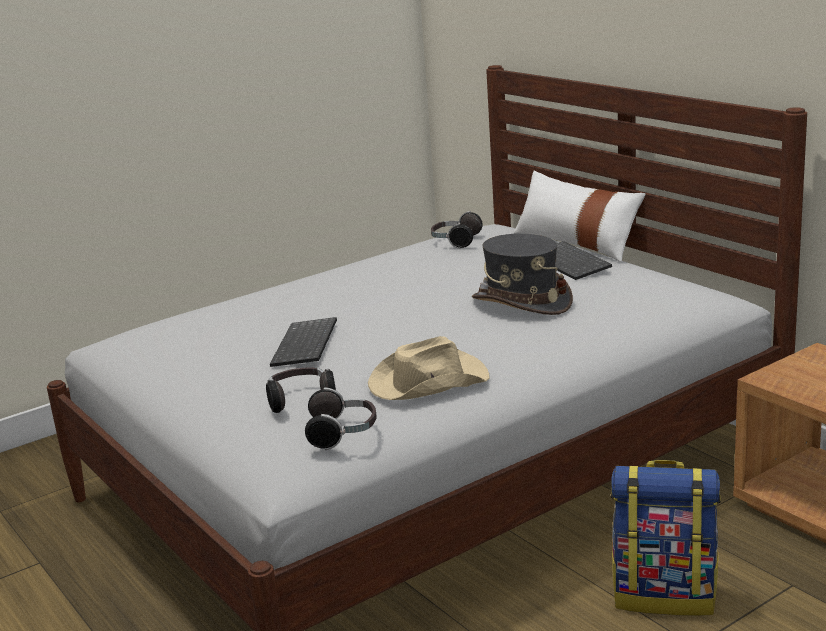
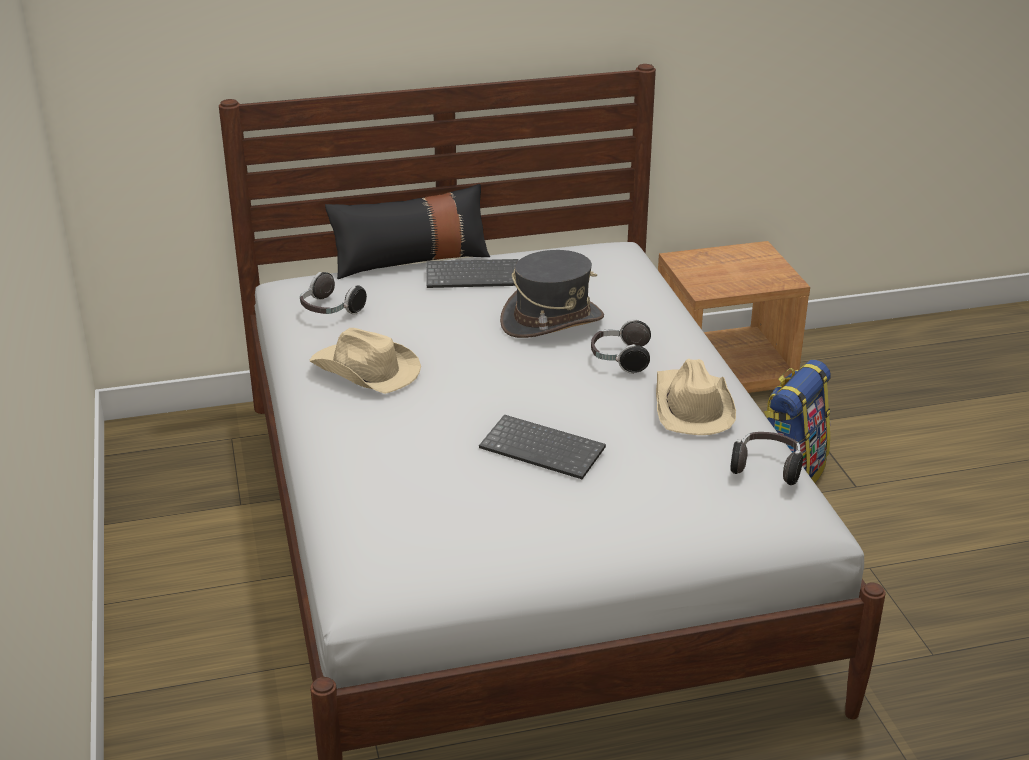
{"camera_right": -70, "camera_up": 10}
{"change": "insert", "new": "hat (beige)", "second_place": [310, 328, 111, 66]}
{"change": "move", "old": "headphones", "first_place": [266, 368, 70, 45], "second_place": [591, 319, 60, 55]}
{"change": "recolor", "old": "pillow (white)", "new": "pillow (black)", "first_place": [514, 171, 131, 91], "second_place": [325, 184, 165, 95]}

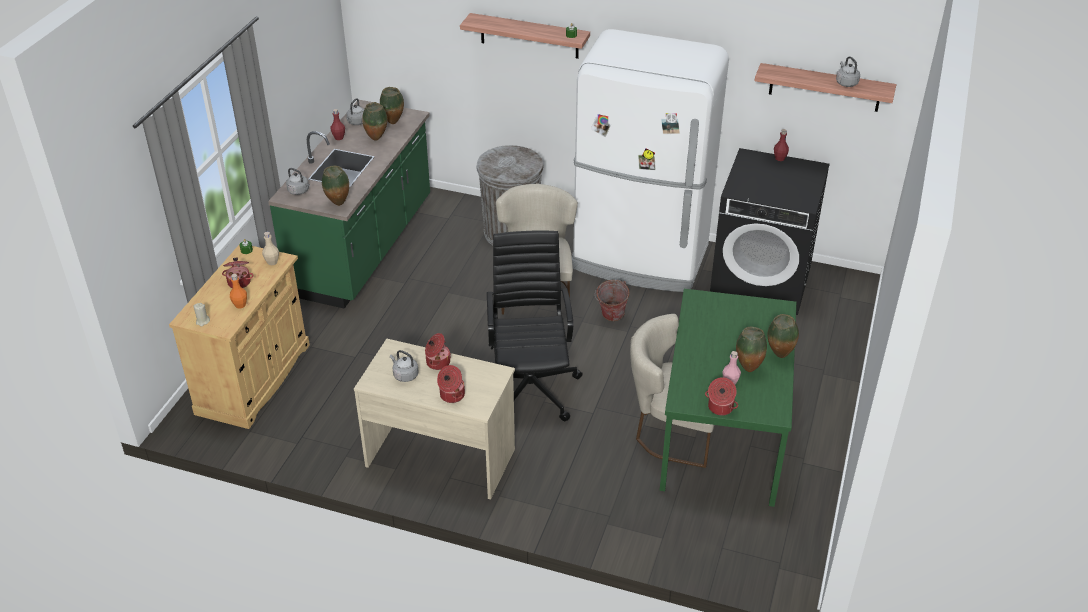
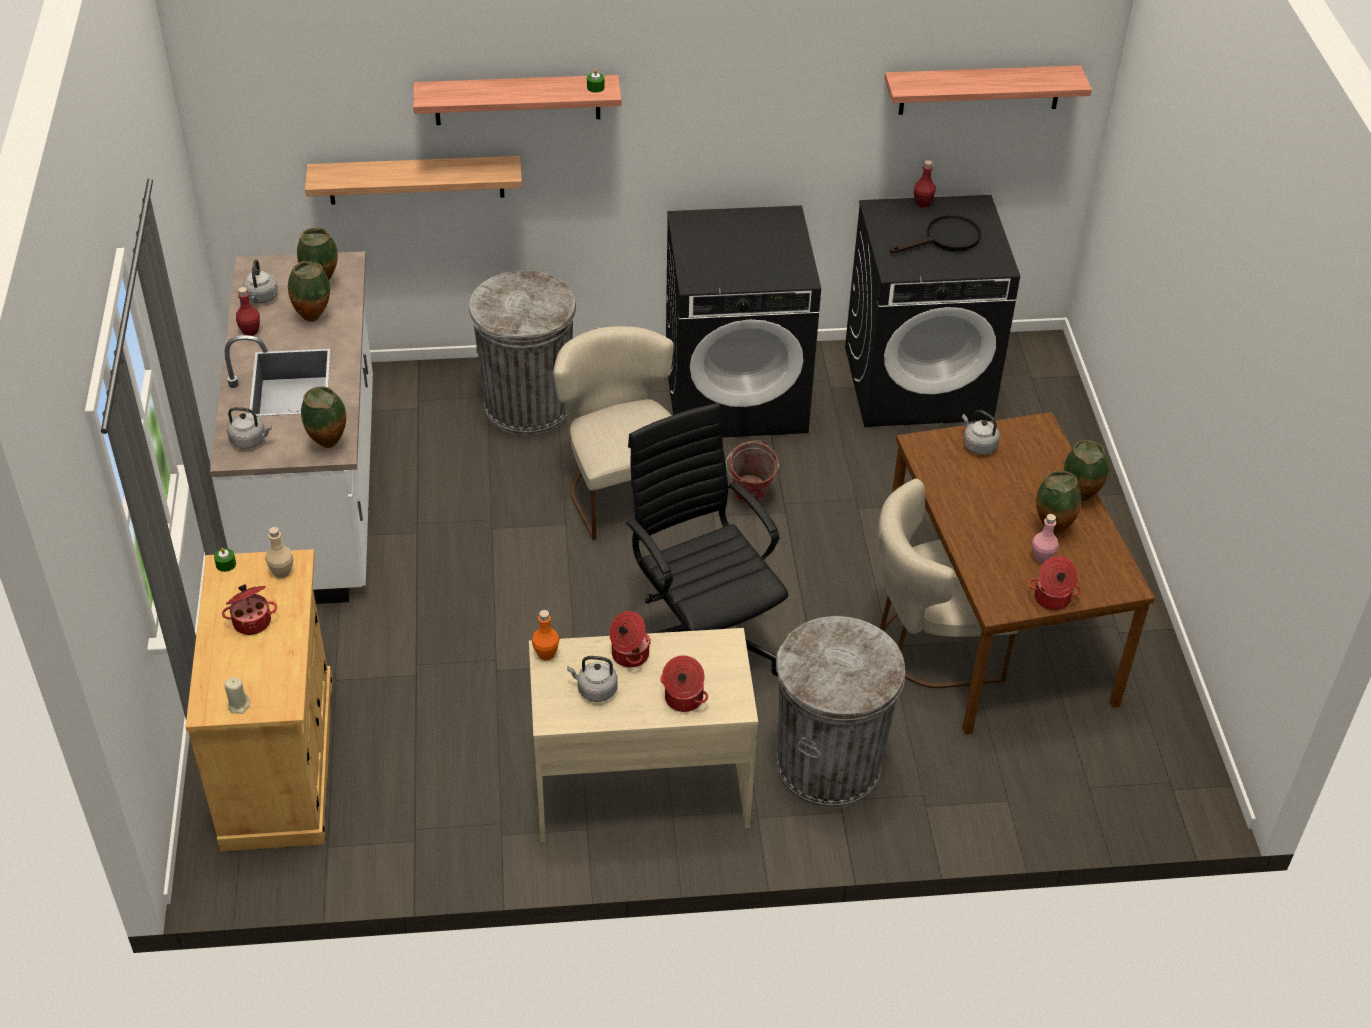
{"camera_right": -25, "camera_up": 5}
{"change": "insert", "new": "shelf", "second_place": [305, 156, 217, 49]}
{"change": "insert", "new": "trash can (grey)", "second_place": [776, 616, 129, 192]}
{"change": "insert", "new": "frying pan (black)", "second_place": [890, 215, 91, 38]}
{"change": "move", "old": "bottle (orange)", "first_place": [230, 274, 17, 35], "second_place": [532, 610, 28, 51]}
{"change": "move", "old": "kettle (grey)", "first_place": [836, 56, 24, 31], "second_place": [962, 410, 38, 45]}
{"change": "replace", "old": "fridge (white)", "new": "washing machine (black)", "first_place": [572, 29, 157, 263], "second_place": [666, 205, 155, 233]}
{"change": "recolor", "old": "counter (green)", "new": "counter (white)", "first_place": [268, 100, 162, 209], "second_place": [210, 251, 163, 353]}
{"change": "recolor", "old": "dining table (green)", "new": "dining table (brown)", "first_place": [660, 289, 136, 218], "second_place": [892, 412, 263, 323]}

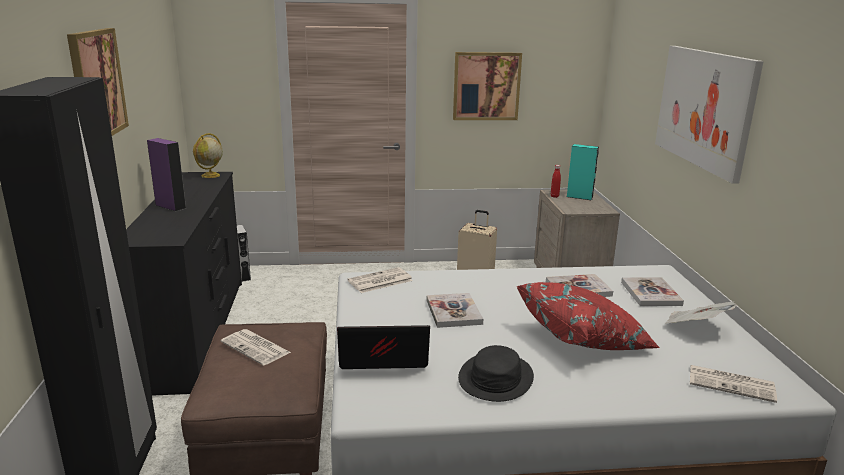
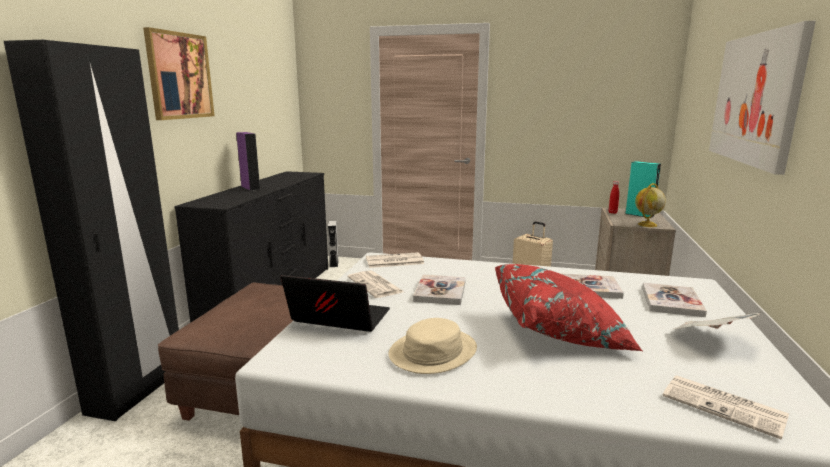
{"camera_right": 20, "camera_up": -5}
{"change": "delete", "old": "picture", "first_place": [453, 52, 69, 68]}
{"change": "move", "old": "globe", "first_place": [193, 133, 30, 45], "second_place": [635, 183, 31, 44]}
{"change": "move", "old": "newspaper", "first_place": [221, 329, 70, 37], "second_place": [348, 270, 56, 28]}
{"change": "recolor", "old": "hat (black)", "new": "hat (beige)", "first_place": [458, 345, 76, 57], "second_place": [388, 318, 89, 56]}

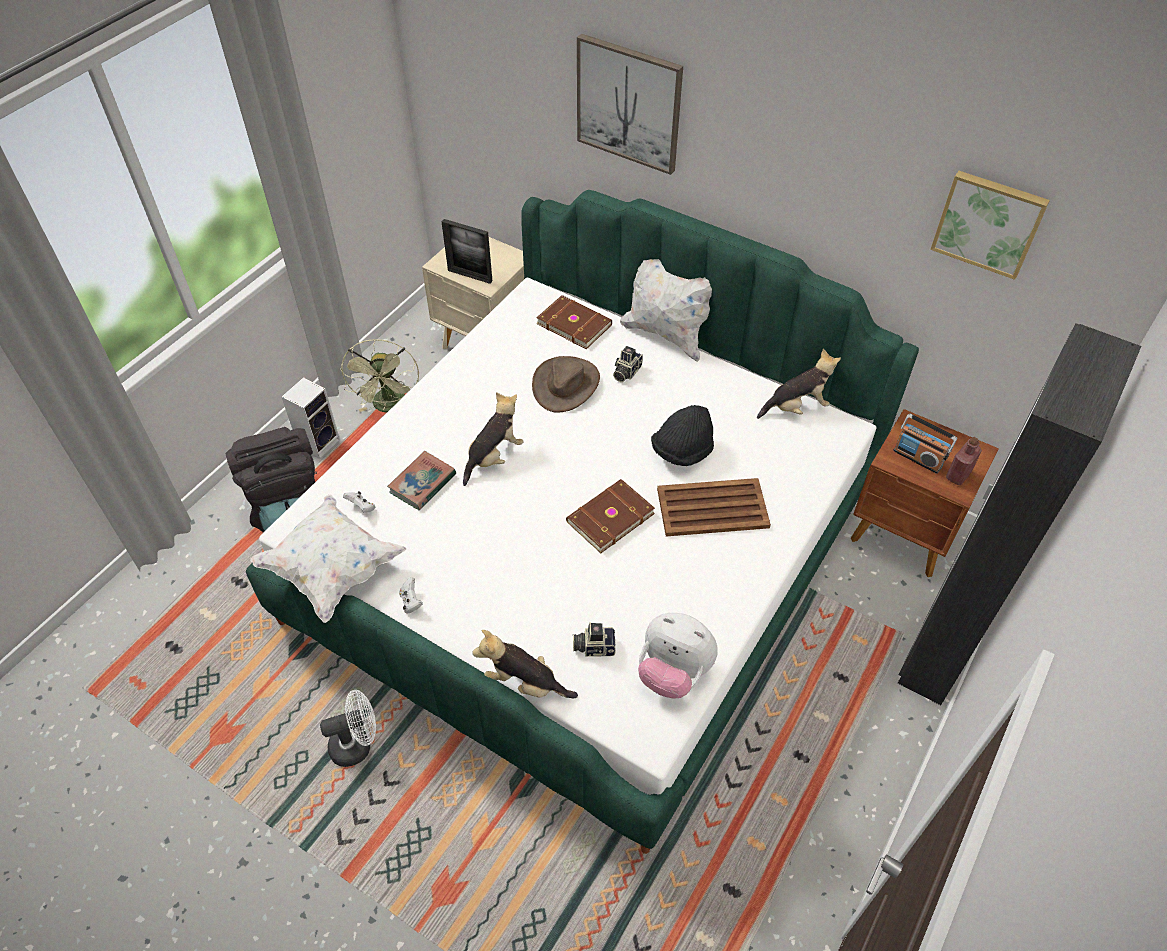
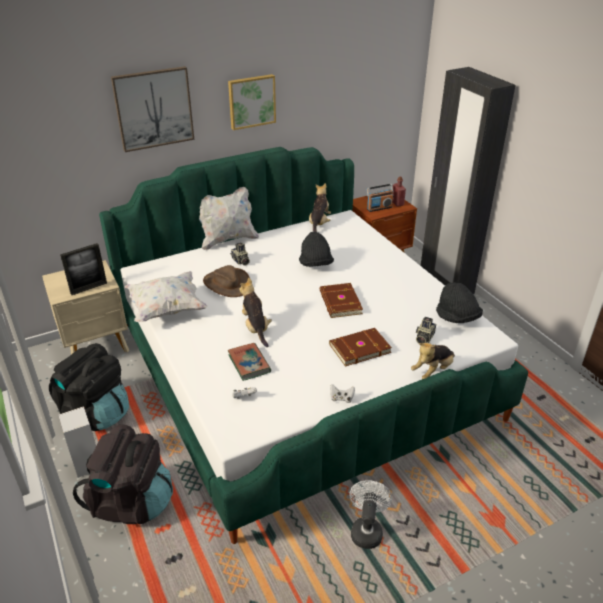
{"camera_right": -60, "camera_up": -15}
{"change": "delete", "old": "tray (brown)", "first_place": [657, 478, 114, 59]}
{"change": "move", "old": "pillow (white)", "first_place": [250, 494, 157, 129], "second_place": [124, 271, 84, 51]}
{"change": "move", "old": "book (brown)", "first_place": [536, 295, 76, 54], "second_place": [329, 328, 63, 39]}
{"change": "move", "old": "picture", "first_place": [930, 171, 120, 109], "second_place": [228, 74, 48, 56]}
{"change": "replace", "old": "fan (green)", "new": "backpack (black)", "first_place": [340, 339, 79, 73], "second_place": [49, 343, 80, 88]}
{"change": "replace", "old": "plush toy", "new": "hat (black)", "first_place": [638, 613, 80, 86], "second_place": [436, 282, 47, 41]}

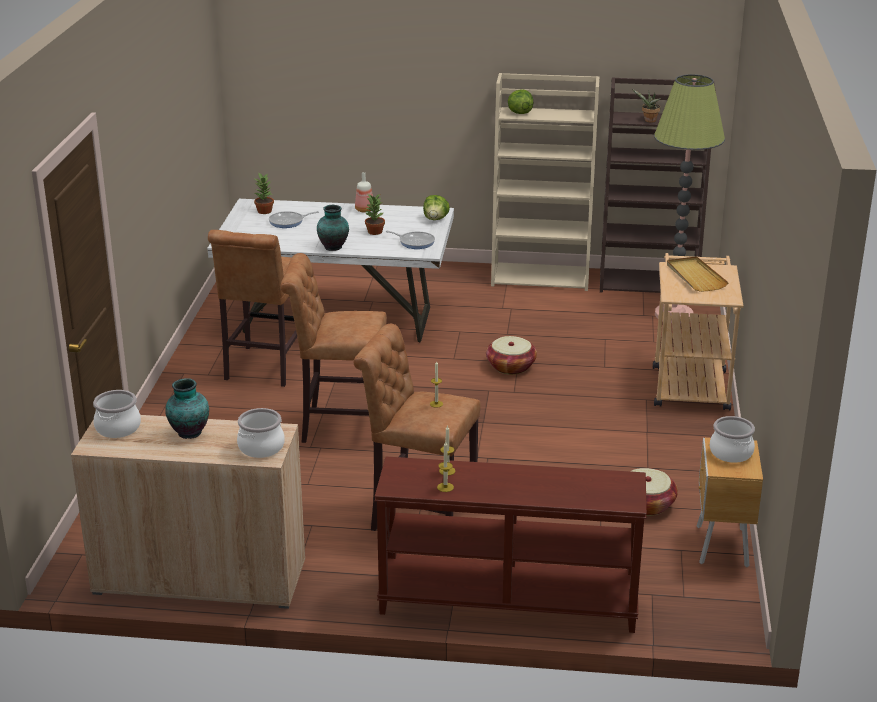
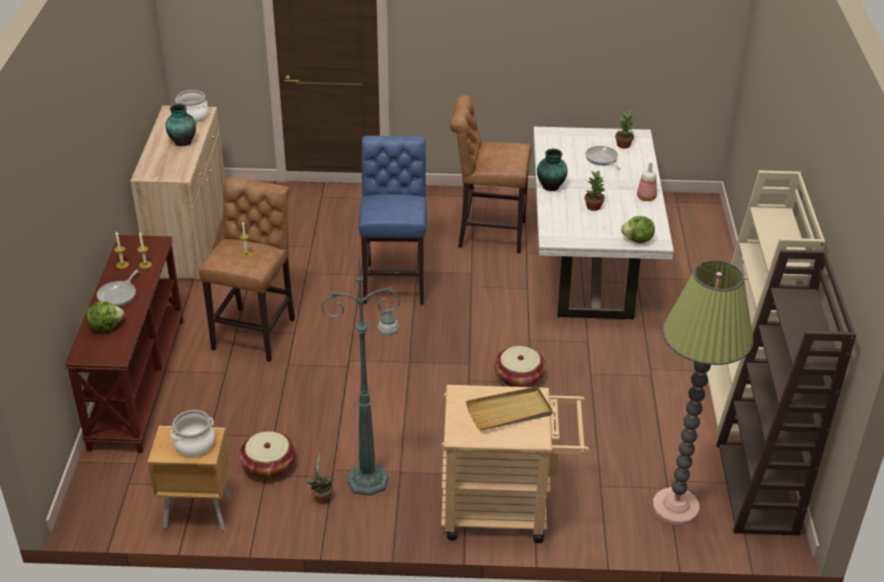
{"camera_right": 85, "camera_up": 10}
{"change": "delete", "old": "cooking pot", "first_place": [237, 408, 48, 50]}
{"change": "insert", "new": "floor lamp (green)", "second_place": [321, 258, 80, 238]}
{"change": "move", "old": "frying pan", "first_place": [385, 231, 50, 18], "second_place": [97, 270, 41, 37]}
{"change": "move", "old": "lettuce", "first_place": [508, 89, 25, 25], "second_place": [86, 301, 38, 31]}
{"change": "move", "old": "potted plant", "first_place": [632, 89, 29, 34], "second_place": [306, 453, 28, 50]}
{"change": "recolor", "old": "stool (brown)", "new": "stool (blue)", "first_place": [280, 253, 107, 190], "second_place": [359, 136, 68, 169]}

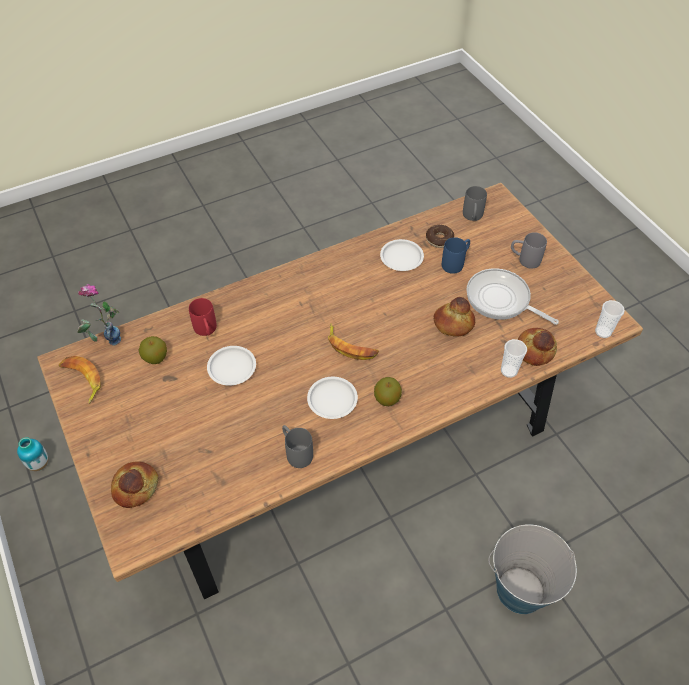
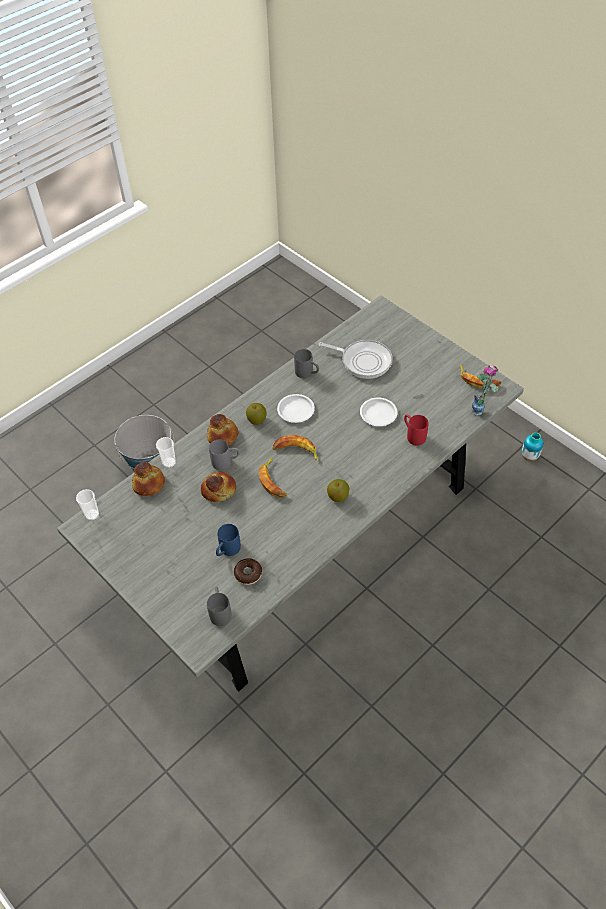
{"camera_right": 165, "camera_up": 0}
{"change": "delete", "old": "plate (white)", "first_place": [380, 239, 44, 32]}
{"change": "insert", "new": "banana", "second_place": [258, 457, 29, 41]}
{"change": "move", "old": "bread", "first_place": [111, 462, 47, 46], "second_place": [207, 414, 31, 32]}
{"change": "move", "old": "apple", "first_place": [138, 336, 29, 28], "second_place": [327, 479, 23, 23]}
{"change": "move", "old": "frying pan", "first_place": [466, 268, 93, 57], "second_place": [318, 340, 75, 39]}
{"change": "move", "old": "mug (grey)", "first_place": [511, 232, 36, 37], "second_place": [209, 439, 31, 31]}
{"change": "recolor", "old": "dining table (brown)", "new": "dining table (grey)", "first_place": [37, 183, 606, 417], "second_place": [57, 295, 467, 397]}

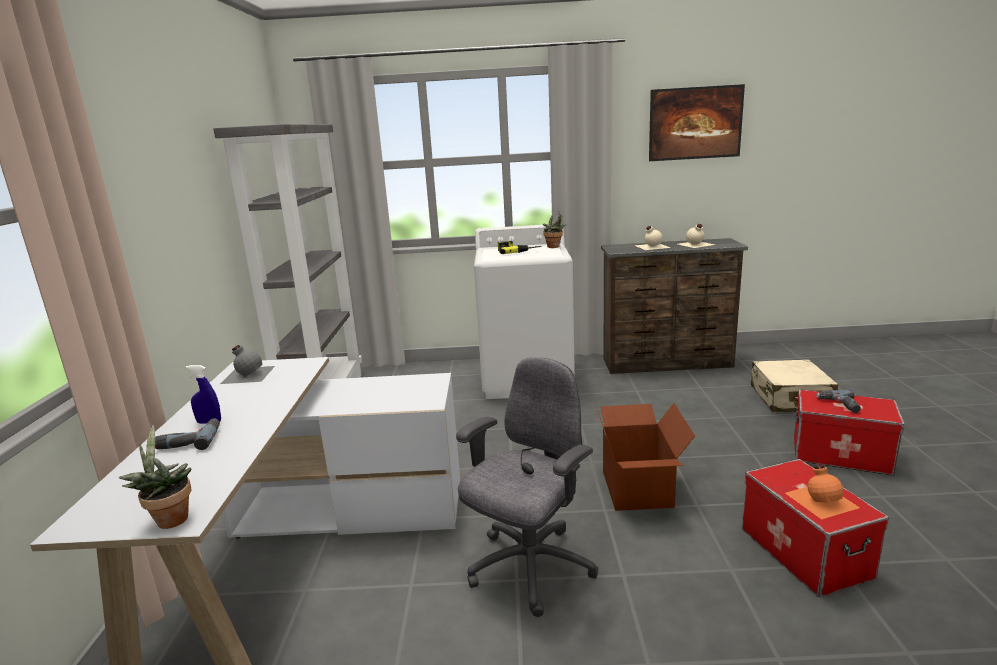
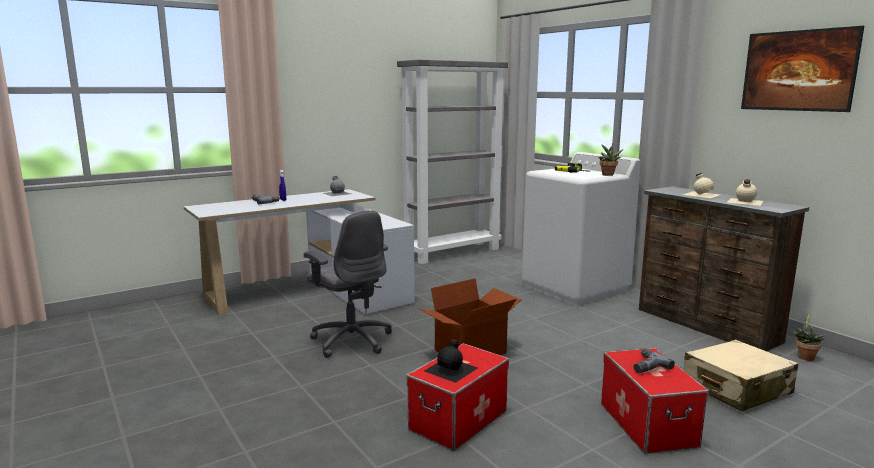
{"camera_right": 55, "camera_up": -5}
{"change": "move", "old": "potted plant", "first_place": [119, 425, 73, 104], "second_place": [792, 312, 33, 49]}
{"change": "recolor", "old": "bottle (orange)", "new": "bottle (black)", "first_place": [785, 465, 75, 54], "second_place": [424, 339, 54, 44]}
{"change": "rotate", "old": "office chair (grey)", "first_place": [456, 357, 142, 260], "second_place": [303, 210, 89, 148], "degrees": 45}

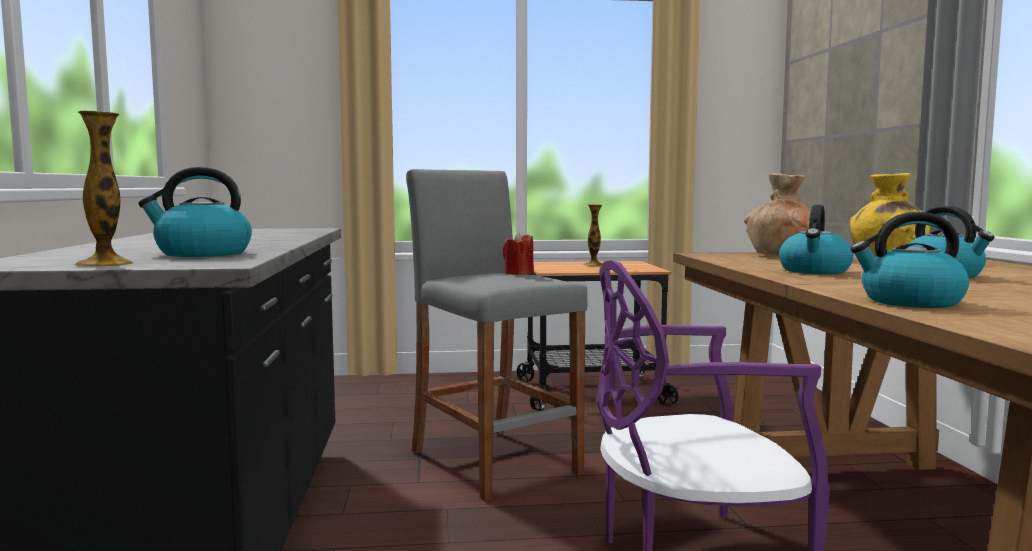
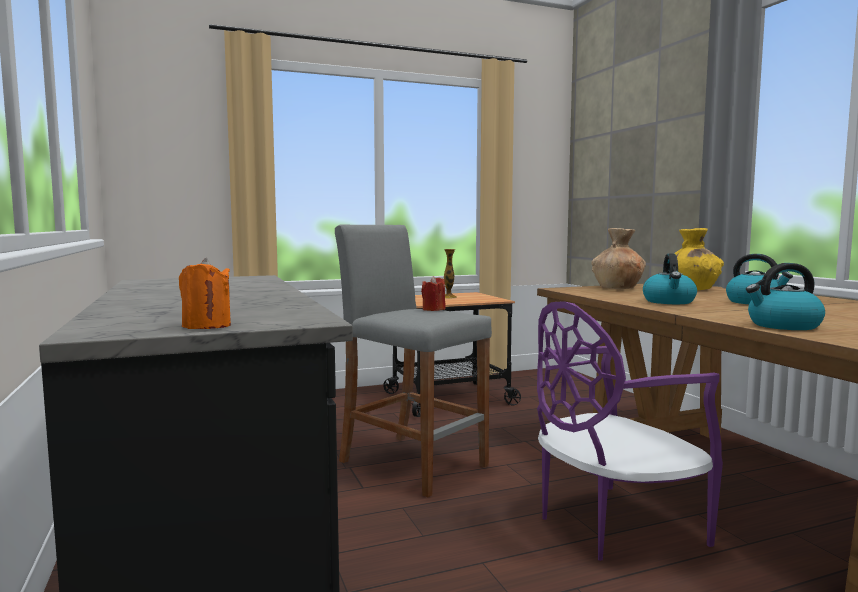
{"camera_right": -15, "camera_up": 0}
{"change": "delete", "old": "kettle", "first_place": [138, 167, 114, 90]}
{"change": "replace", "old": "vase", "new": "candle (orange)", "first_place": [74, 111, 59, 156], "second_place": [179, 258, 52, 71]}

